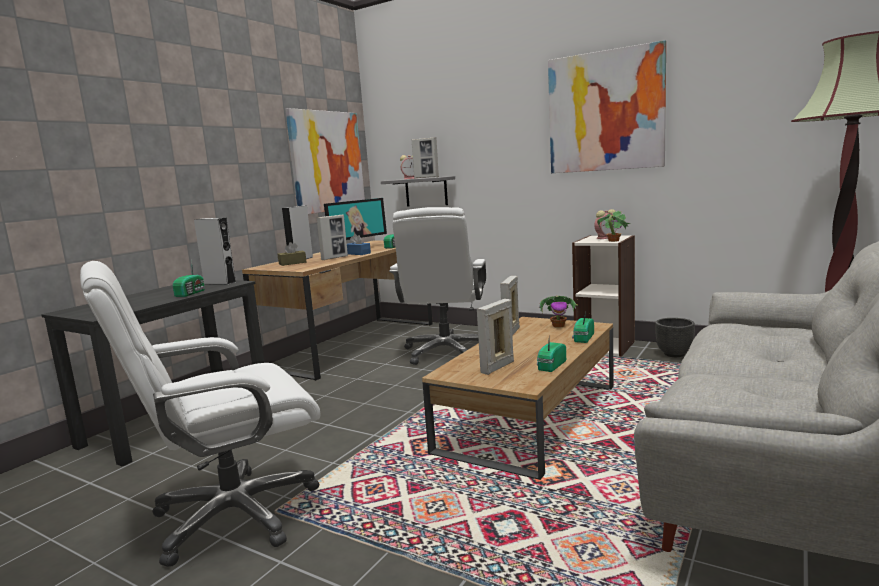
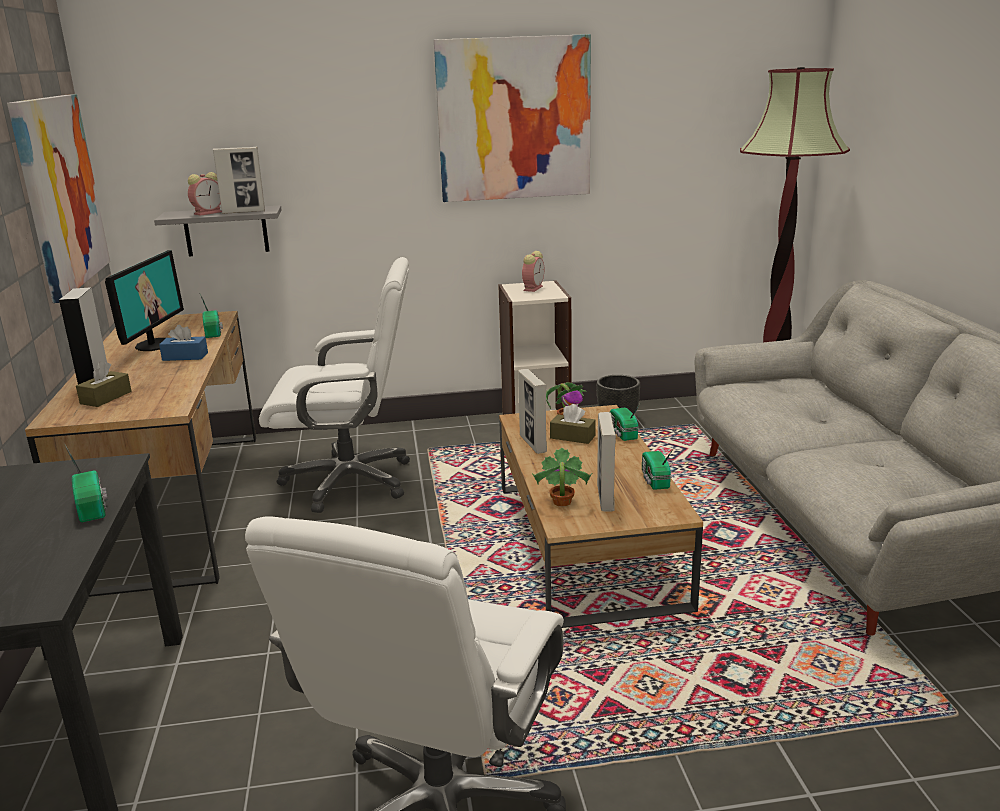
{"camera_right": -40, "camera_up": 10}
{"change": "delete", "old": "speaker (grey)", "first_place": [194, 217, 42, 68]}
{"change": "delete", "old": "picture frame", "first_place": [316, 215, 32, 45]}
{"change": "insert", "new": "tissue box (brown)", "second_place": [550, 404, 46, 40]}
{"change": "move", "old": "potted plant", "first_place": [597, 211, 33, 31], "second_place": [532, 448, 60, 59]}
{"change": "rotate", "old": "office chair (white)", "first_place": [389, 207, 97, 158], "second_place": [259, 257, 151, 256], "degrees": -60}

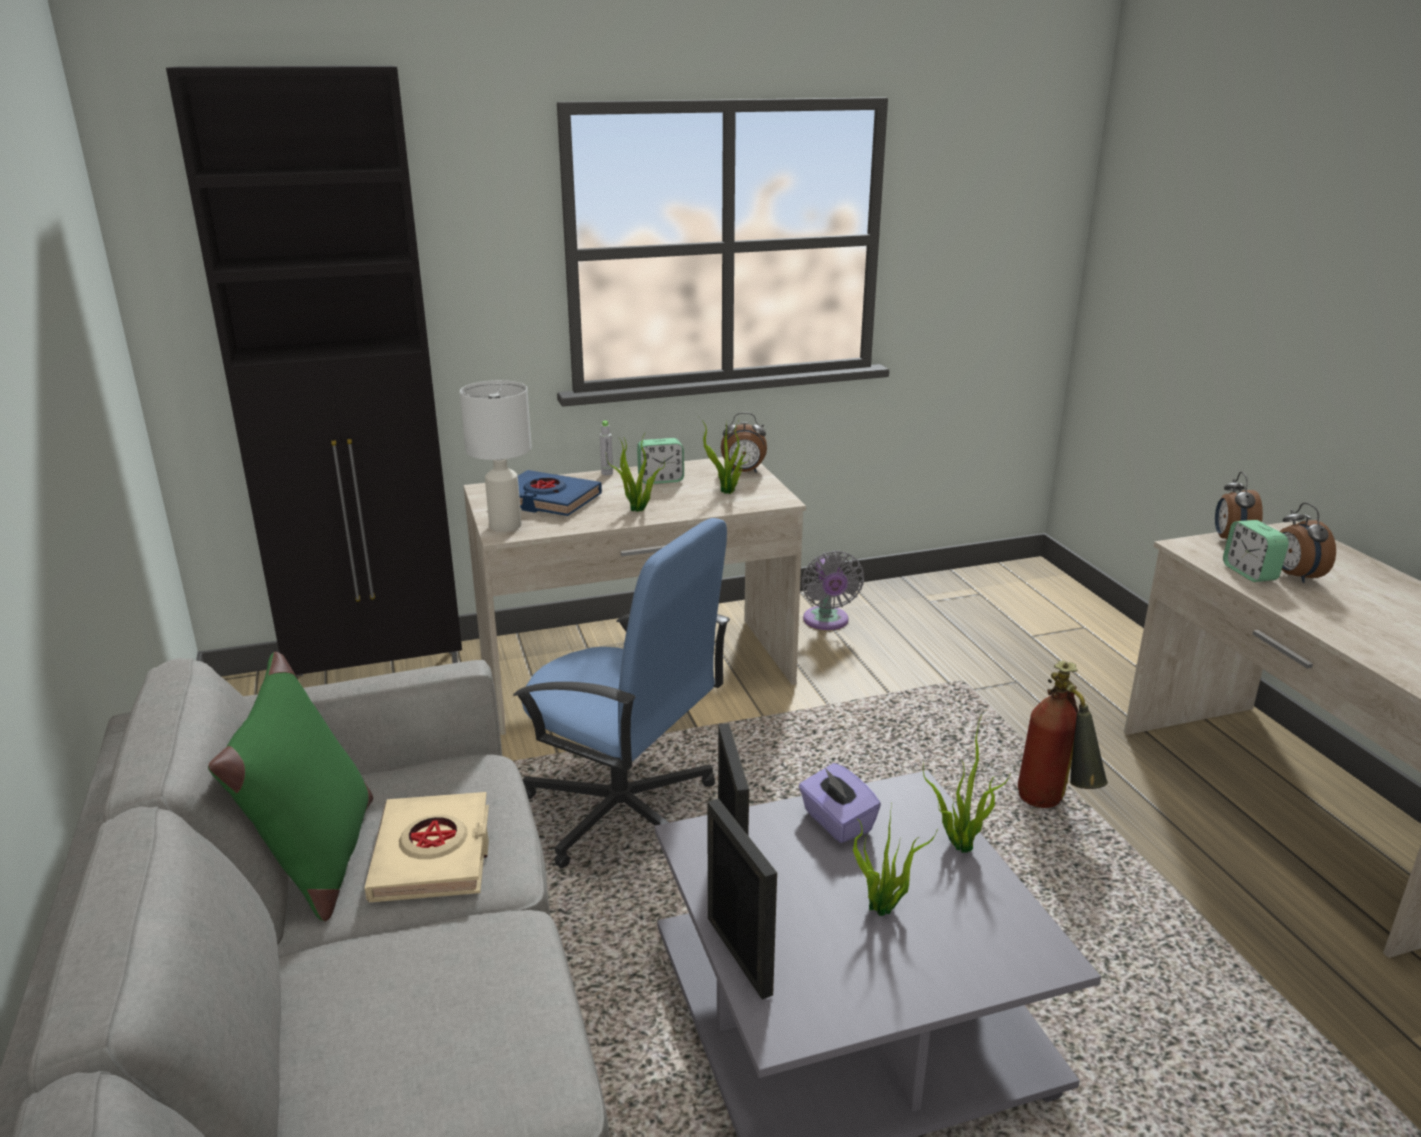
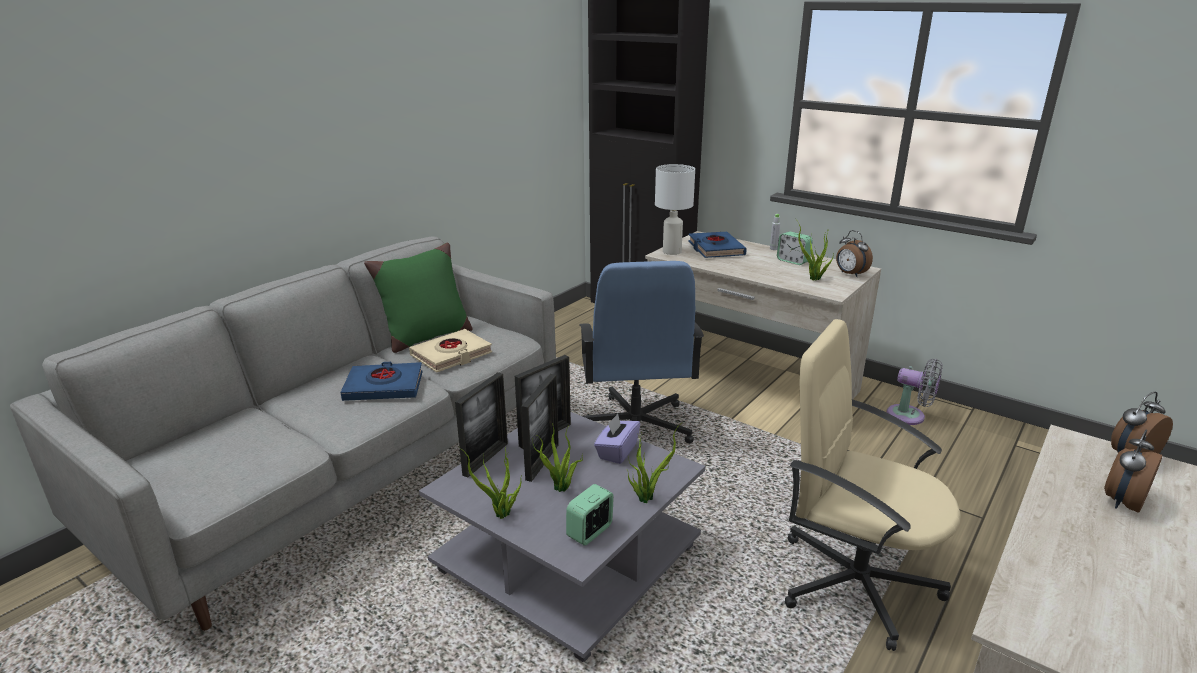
{"camera_right": 55, "camera_up": 0}
{"change": "insert", "new": "book (blue)", "second_place": [340, 362, 83, 39]}
{"change": "insert", "new": "picture frame", "second_place": [521, 374, 38, 108]}
{"change": "move", "old": "potted plant", "first_place": [606, 433, 59, 79], "second_place": [459, 447, 62, 72]}
{"change": "move", "old": "alarm clock", "first_place": [1223, 520, 66, 62], "second_place": [566, 484, 48, 62]}
{"change": "replace", "old": "fire extinguisher", "new": "office chair (beige)", "first_place": [1018, 661, 90, 147], "second_place": [785, 319, 176, 332]}
{"change": "rotate", "old": "fan (grey)", "first_place": [802, 551, 62, 79], "second_place": [887, 359, 56, 66], "degrees": -105}

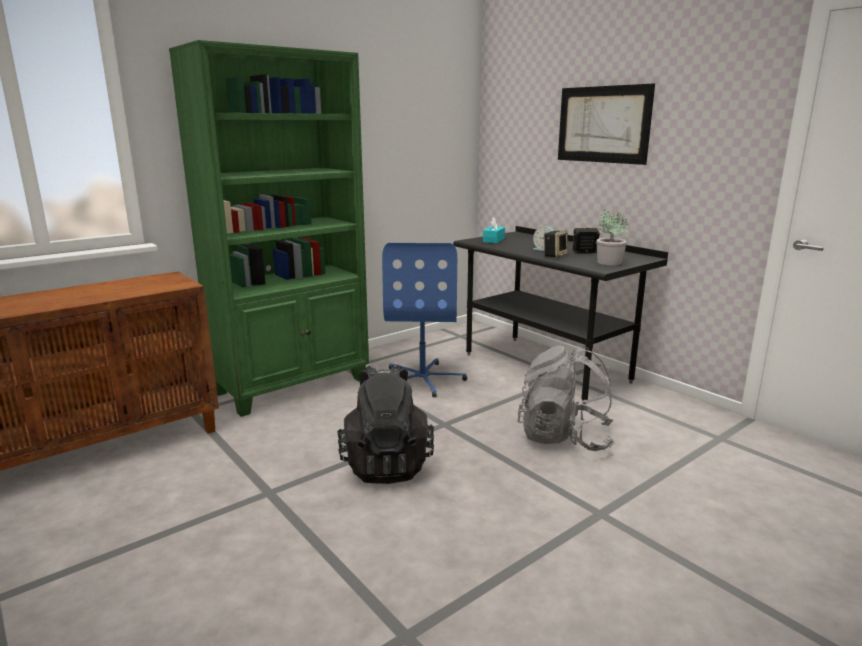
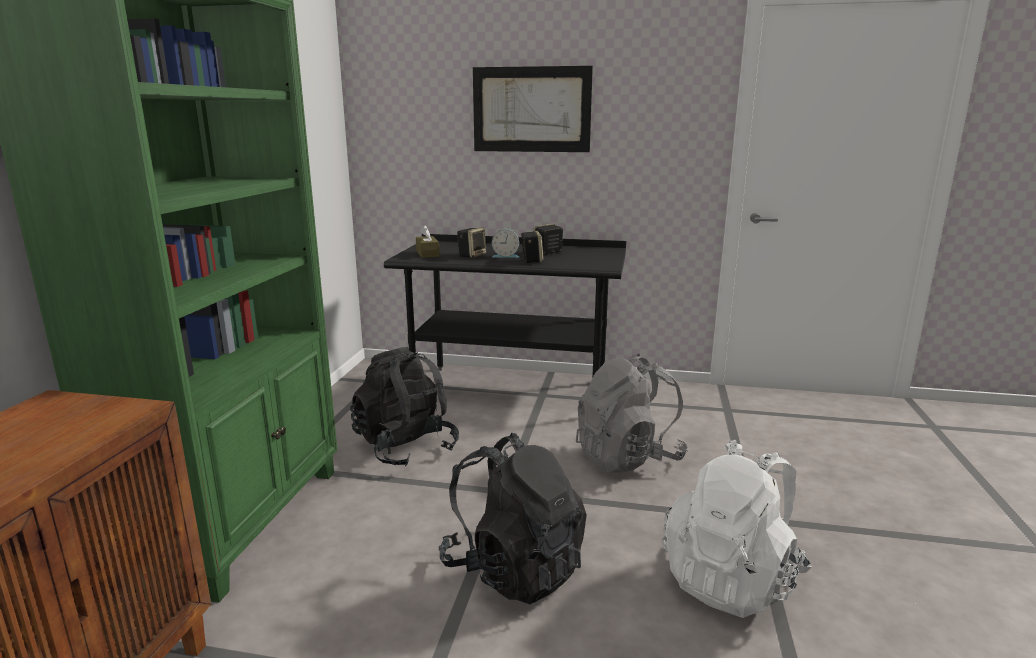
{"camera_right": -40, "camera_up": 0}
{"change": "delete", "old": "potted plant", "first_place": [596, 209, 32, 56]}
{"change": "insert", "new": "speaker", "second_place": [457, 227, 30, 31]}
{"change": "insert", "new": "backpack (white)", "second_place": [662, 440, 150, 178]}
{"change": "replace", "old": "office chair (blue)", "new": "backpack (black)", "first_place": [382, 243, 85, 155], "second_place": [350, 347, 109, 119]}
{"change": "recolor", "old": "tissue box (turquoise)", "new": "tissue box (brown)", "first_place": [483, 217, 22, 26], "second_place": [416, 225, 24, 33]}

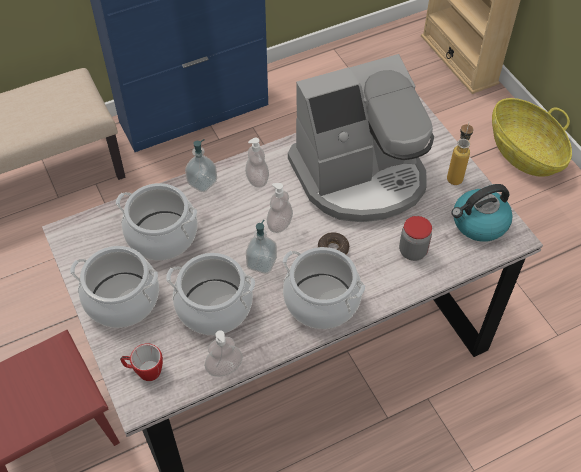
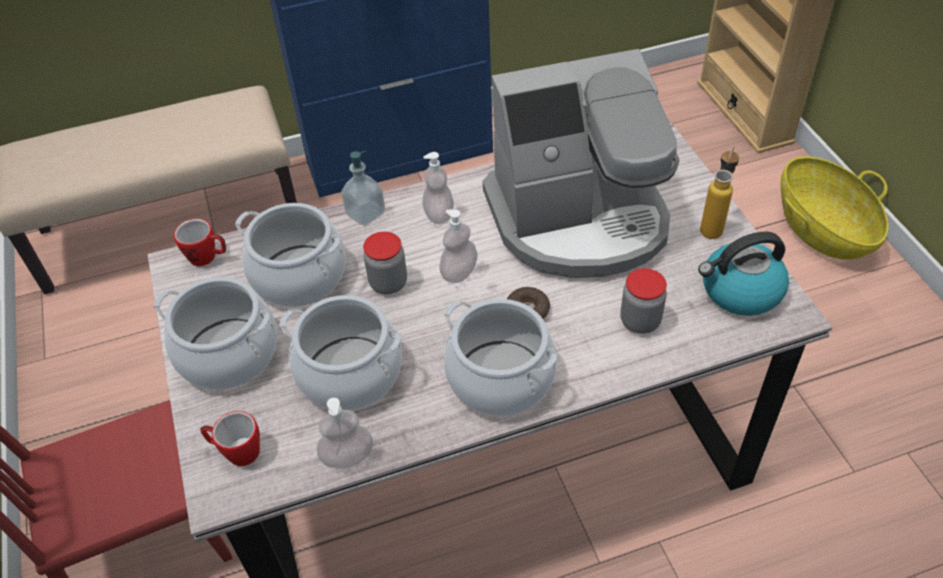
{"camera_right": 10, "camera_up": -5}
{"change": "delete", "old": "soap dispenser", "first_place": [246, 220, 31, 54]}
{"change": "insert", "new": "mug", "second_place": [174, 219, 52, 47]}
{"change": "insert", "new": "jar", "second_place": [363, 232, 44, 62]}

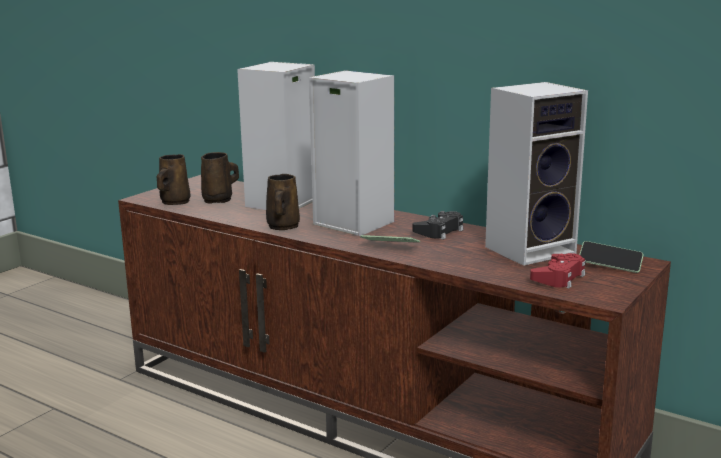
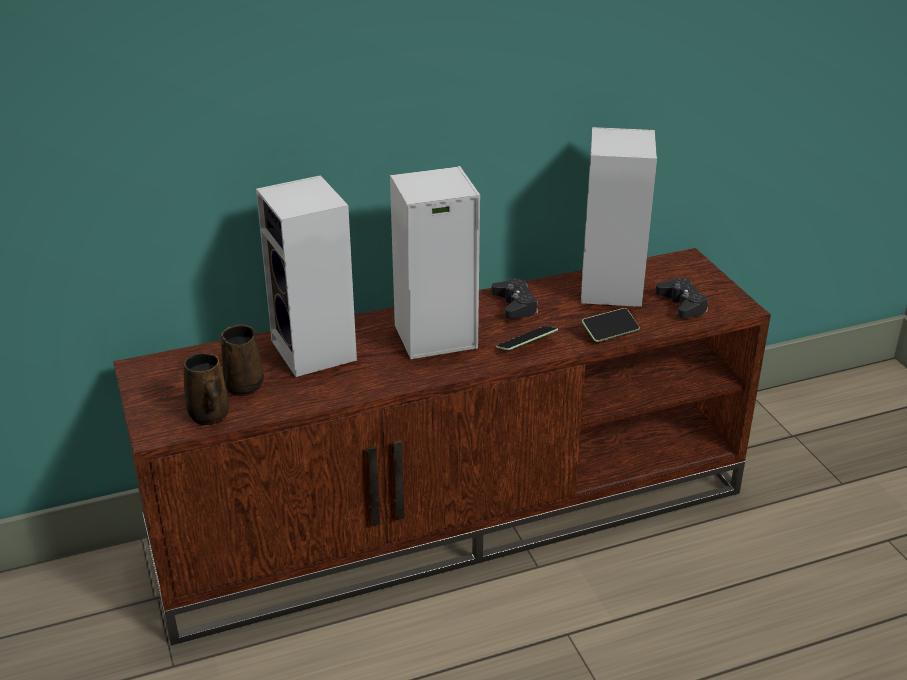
{"camera_right": -55, "camera_up": 15}
{"change": "delete", "old": "mug (brown)", "first_place": [266, 174, 34, 56]}
{"change": "move", "old": "phone", "first_place": [579, 241, 65, 32], "second_place": [582, 308, 58, 34]}
{"change": "recolor", "old": "game controller (red)", "new": "game controller (black)", "first_place": [530, 253, 55, 35], "second_place": [655, 278, 53, 40]}

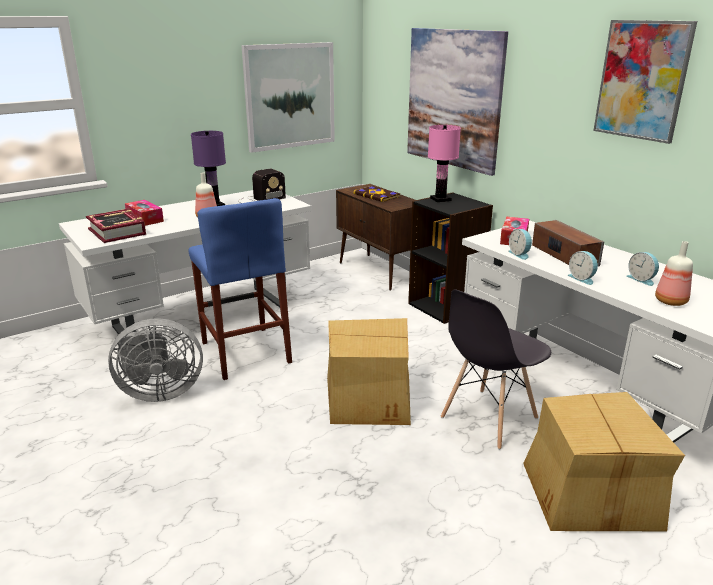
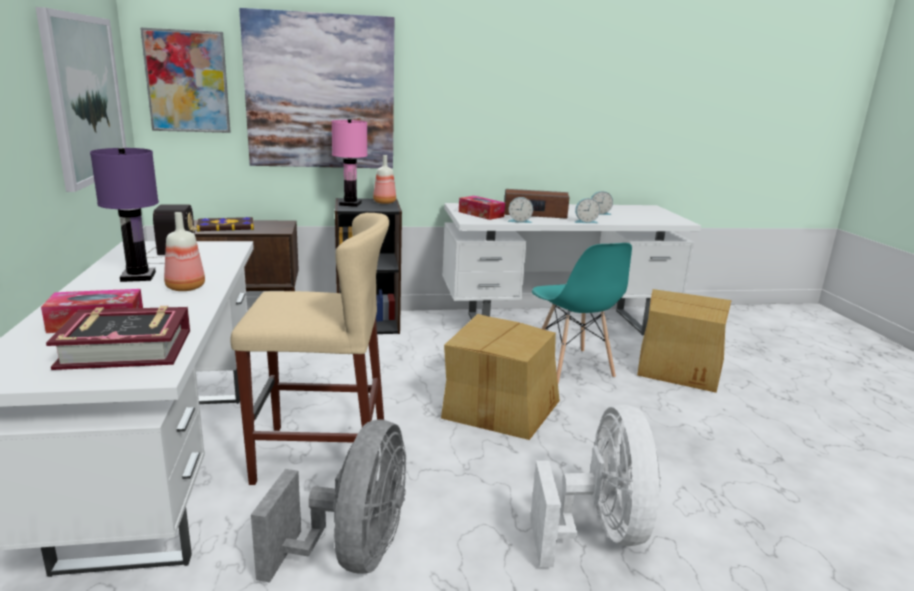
{"camera_right": -65, "camera_up": -5}
{"change": "insert", "new": "fan (white)", "second_place": [530, 404, 131, 163]}
{"change": "move", "old": "picture", "first_place": [593, 20, 104, 124], "second_place": [140, 27, 90, 106]}
{"change": "move", "old": "bottle", "first_place": [655, 241, 38, 65], "second_place": [373, 155, 23, 49]}
{"change": "recolor", "old": "stool (blue)", "new": "stool (beige)", "first_place": [189, 198, 103, 182], "second_place": [230, 213, 159, 272]}
{"change": "recolor", "old": "chair (grey)", "new": "chair (turquoise)", "first_place": [441, 289, 110, 161], "second_place": [532, 243, 100, 141]}

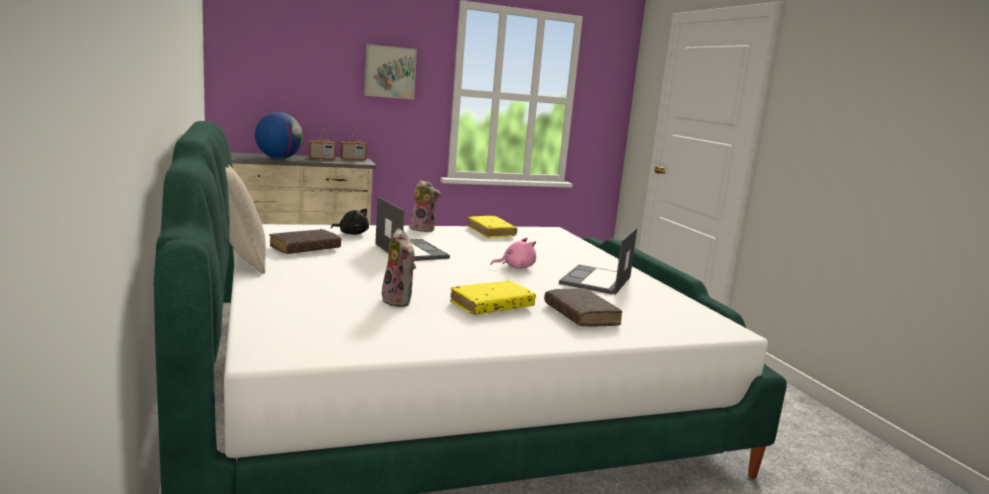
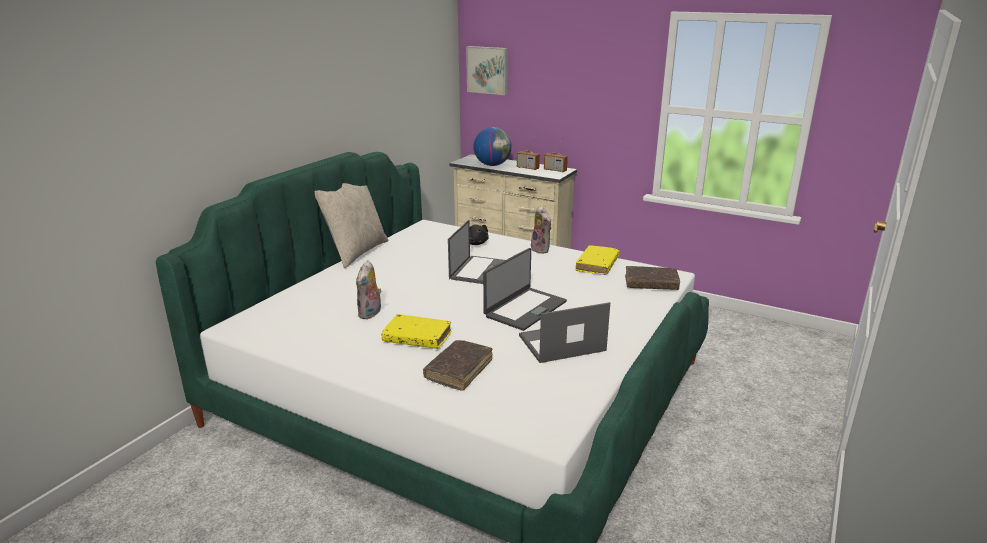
{"camera_right": 50, "camera_up": 10}
{"change": "move", "old": "book (brown)", "first_place": [269, 229, 72, 25], "second_place": [625, 266, 55, 24]}
{"change": "move", "old": "picture", "first_place": [364, 44, 53, 55], "second_place": [466, 46, 42, 49]}
{"change": "replace", "old": "plush toy (pink)", "new": "laptop", "first_place": [491, 238, 45, 31], "second_place": [483, 248, 84, 83]}

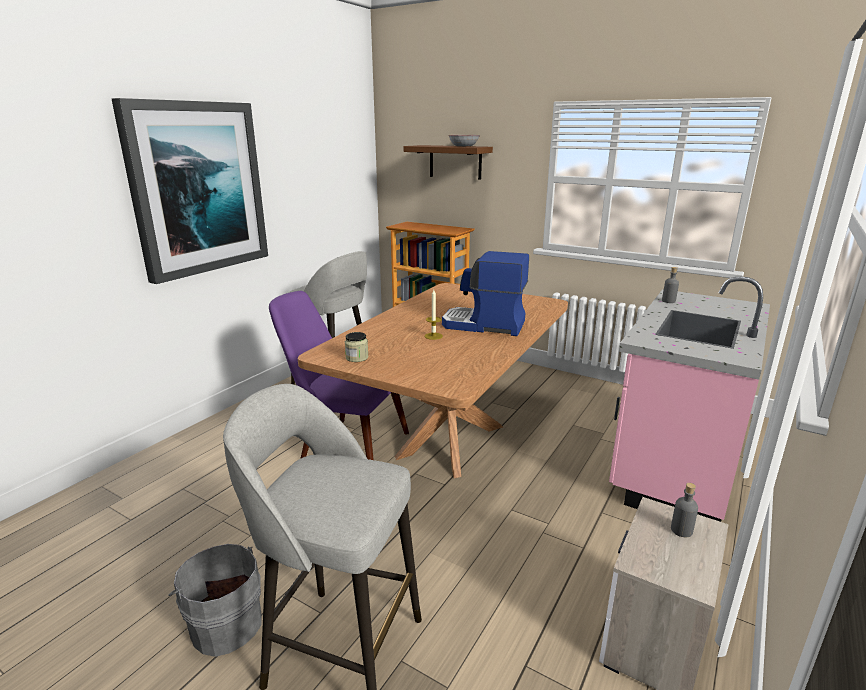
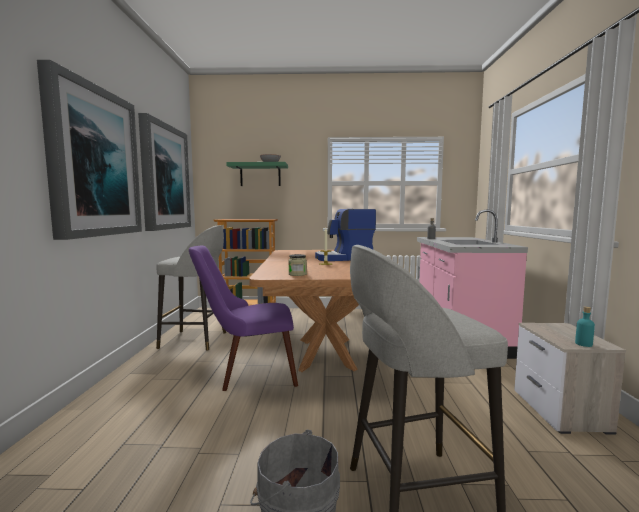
{"camera_right": -30, "camera_up": -15}
{"change": "delete", "old": "bottle (grey)", "first_place": [671, 483, 27, 54]}
{"change": "insert", "new": "picture", "second_place": [138, 113, 53, 118]}
{"change": "insert", "new": "bottle (turquoise)", "second_place": [575, 307, 20, 40]}
{"change": "recolor", "old": "shelf (brown)", "new": "shelf (green)", "first_place": [403, 145, 90, 34], "second_place": [226, 162, 62, 24]}

